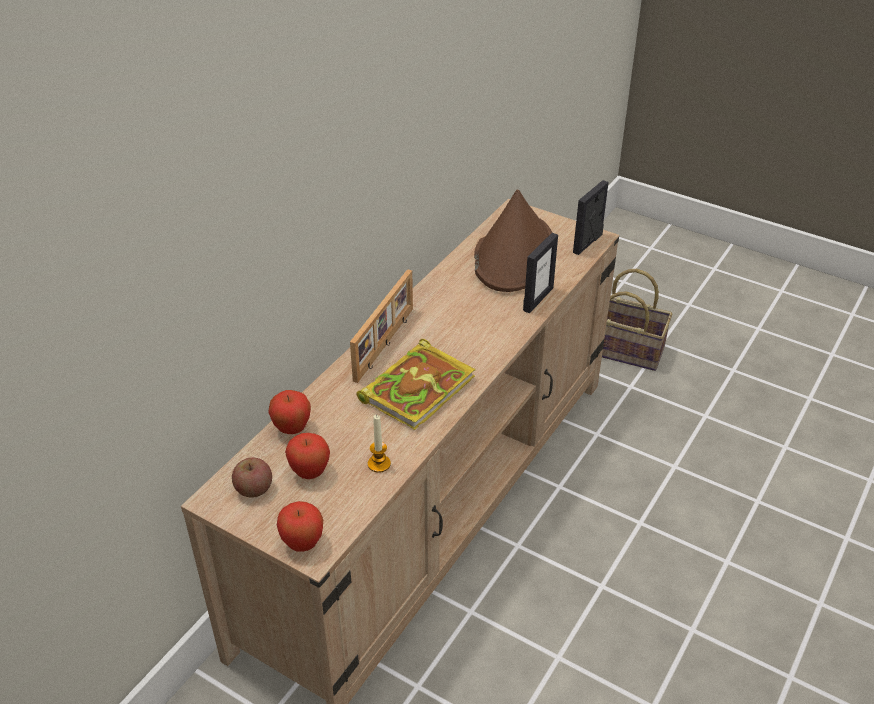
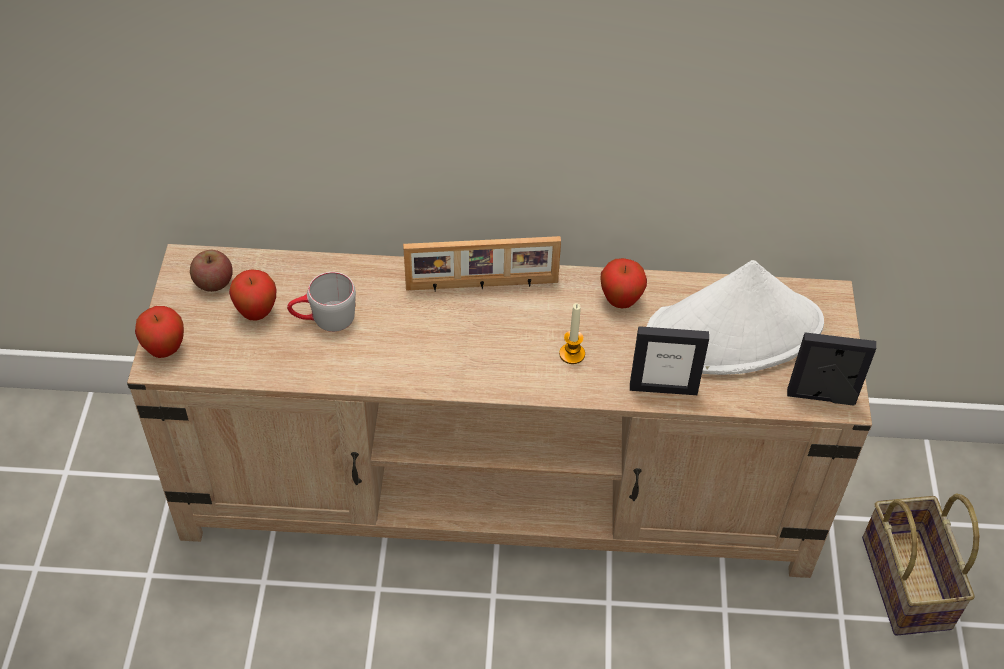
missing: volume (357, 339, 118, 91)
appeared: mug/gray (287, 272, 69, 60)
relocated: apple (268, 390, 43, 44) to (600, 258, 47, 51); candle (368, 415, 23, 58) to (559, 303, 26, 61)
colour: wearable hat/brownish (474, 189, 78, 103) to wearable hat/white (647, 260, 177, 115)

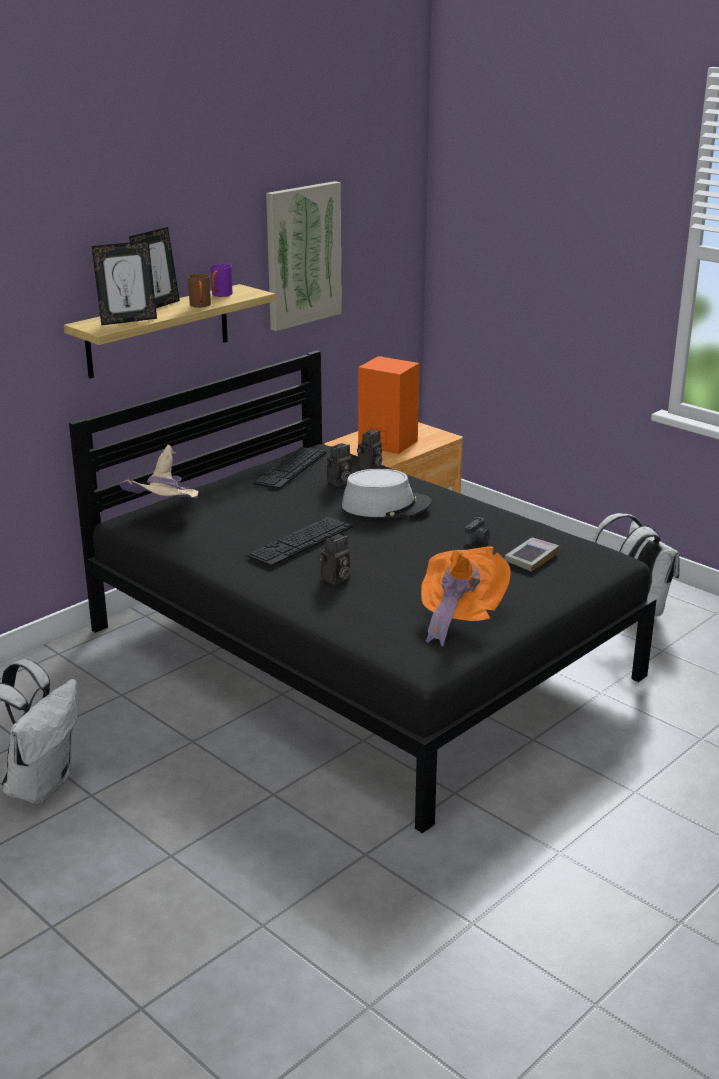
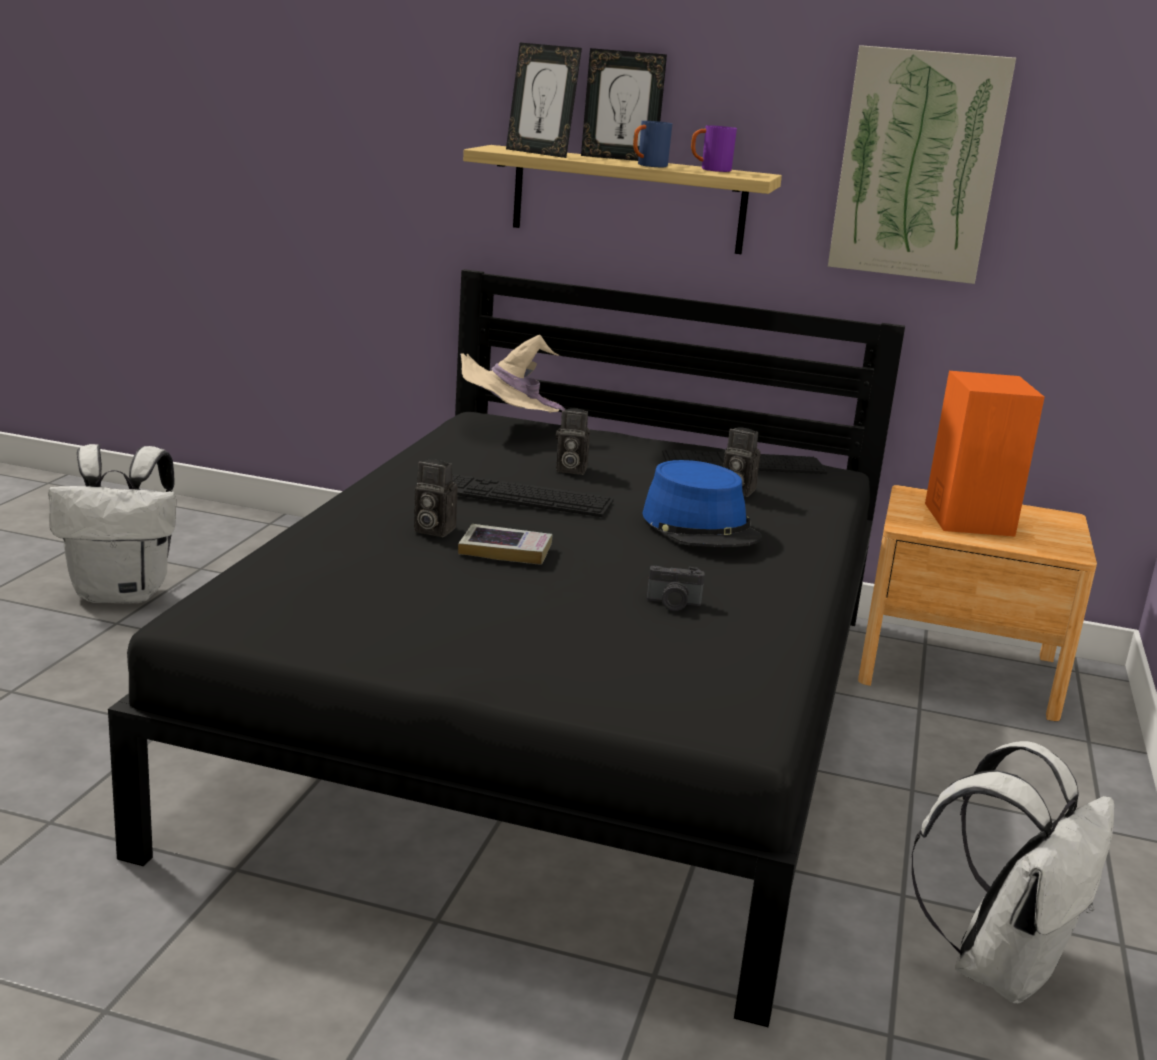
missing: wearable hat/orangey (421, 547, 90, 99)
relocated: still camera (357, 429, 26, 41) to (556, 408, 34, 67); volume (504, 538, 55, 34) to (458, 524, 94, 41)
colour: mug/brownish (188, 274, 23, 34) to mug/bluish (633, 121, 39, 46); wearable hat/gray (342, 469, 90, 49) to wearable hat/bluish (642, 460, 120, 87)

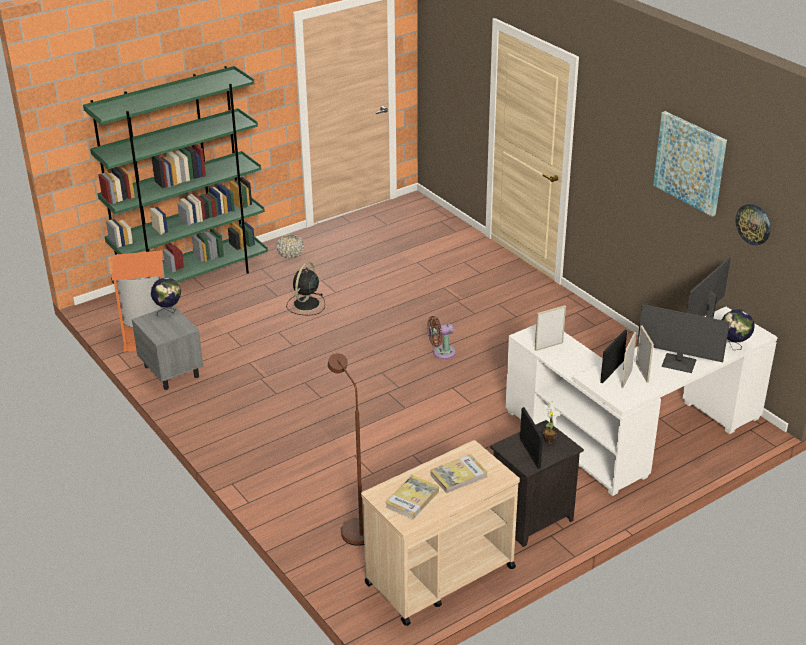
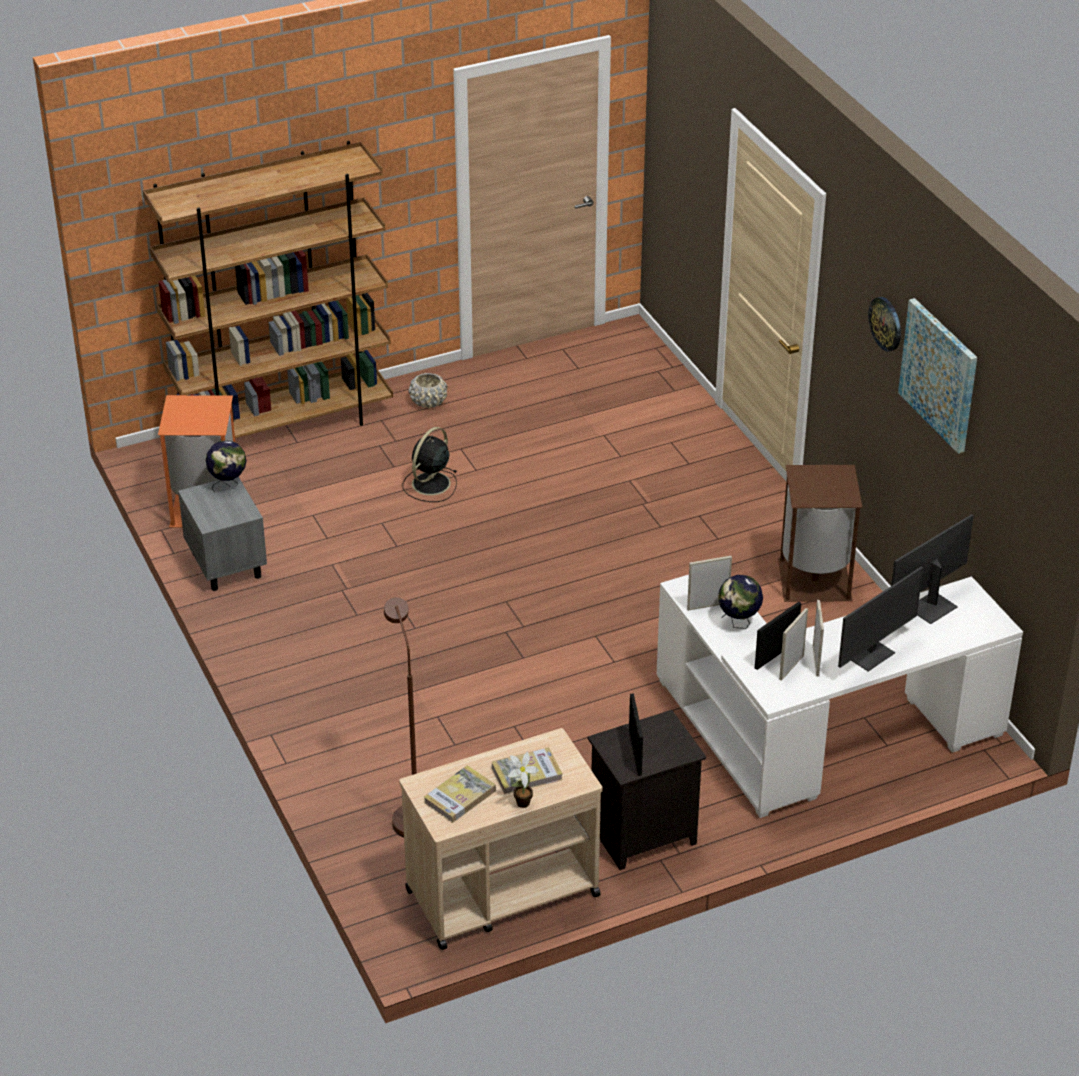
missing: electric fan/brownish (427, 316, 29, 43)
appeared: trash can/brownish (778, 465, 84, 137)
relocated: houseplant (542, 401, 20, 43) to (508, 751, 31, 57); world globe (722, 310, 33, 40) to (718, 575, 45, 54); wall clock (735, 204, 36, 41) to (868, 297, 33, 55)
colour: bookcase/green-coloured (83, 66, 185, 218) to bookcase/brownish (143, 141, 250, 297)
spun: monitor (637, 304, 93, 69) = (838, 566, 85, 105) 75 degrees counterclockwise

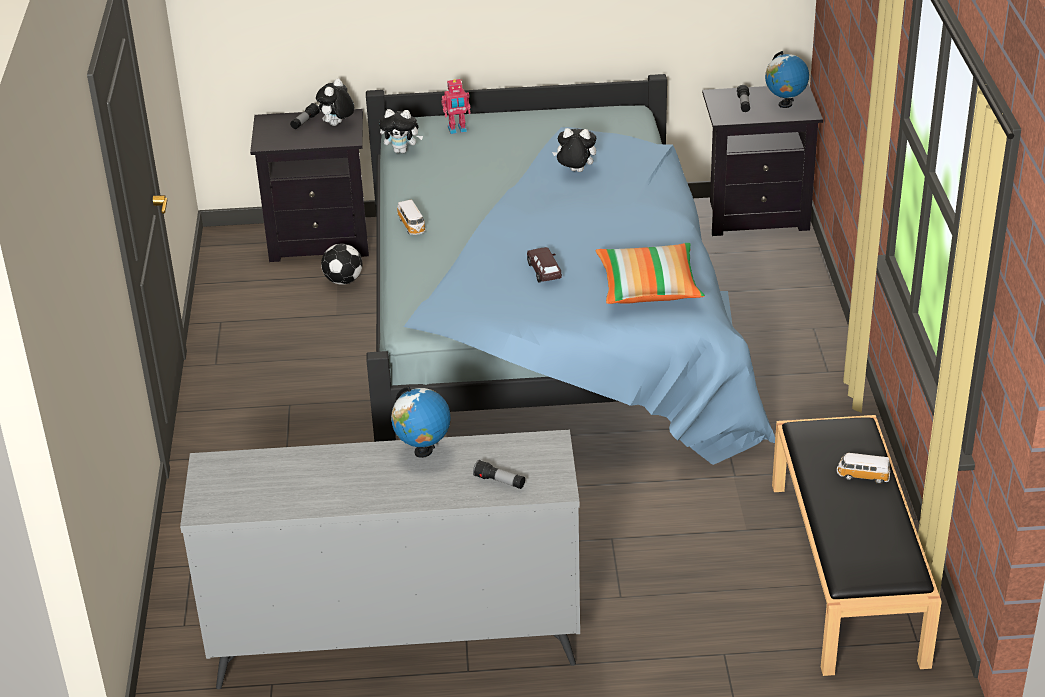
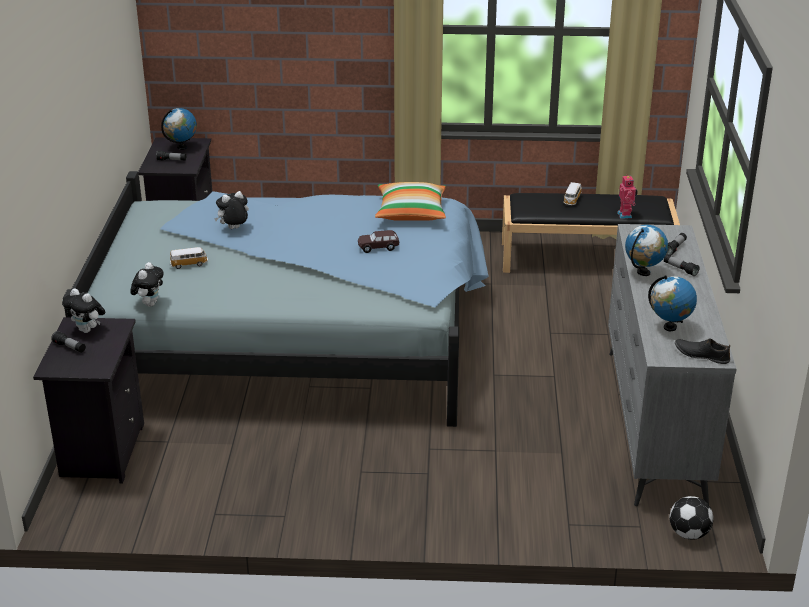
appeared: world globe (648, 275, 49, 56); flashlight (664, 254, 36, 22); shoe/blackish (675, 338, 55, 26)
relocated: ball for football (321, 244, 41, 41) to (670, 496, 44, 44); miniature car (397, 200, 29, 35) to (170, 247, 38, 22); model robot (441, 79, 30, 55) to (617, 174, 21, 45)
spun: plush toy (552, 128, 44, 44) = (214, 191, 35, 38) 45 degrees clockwise

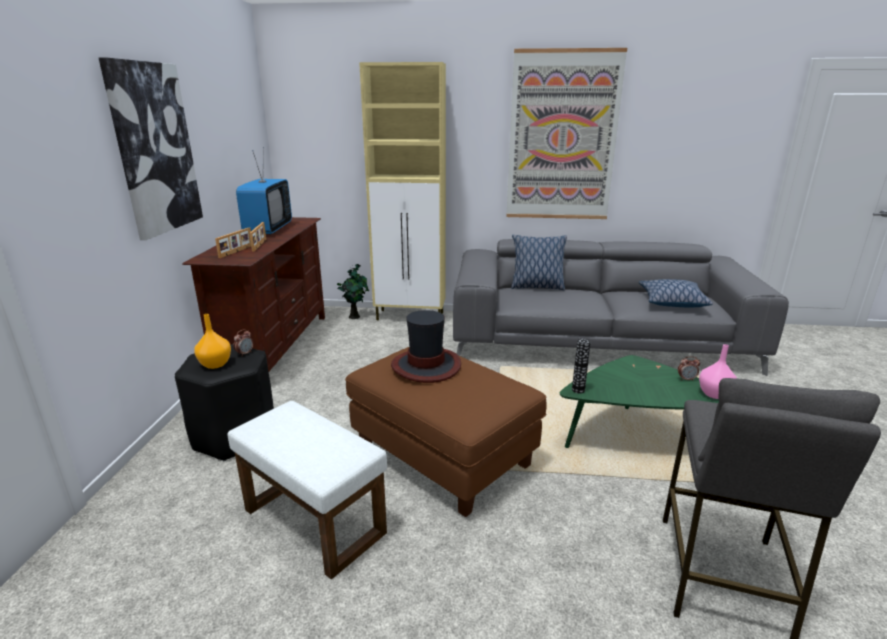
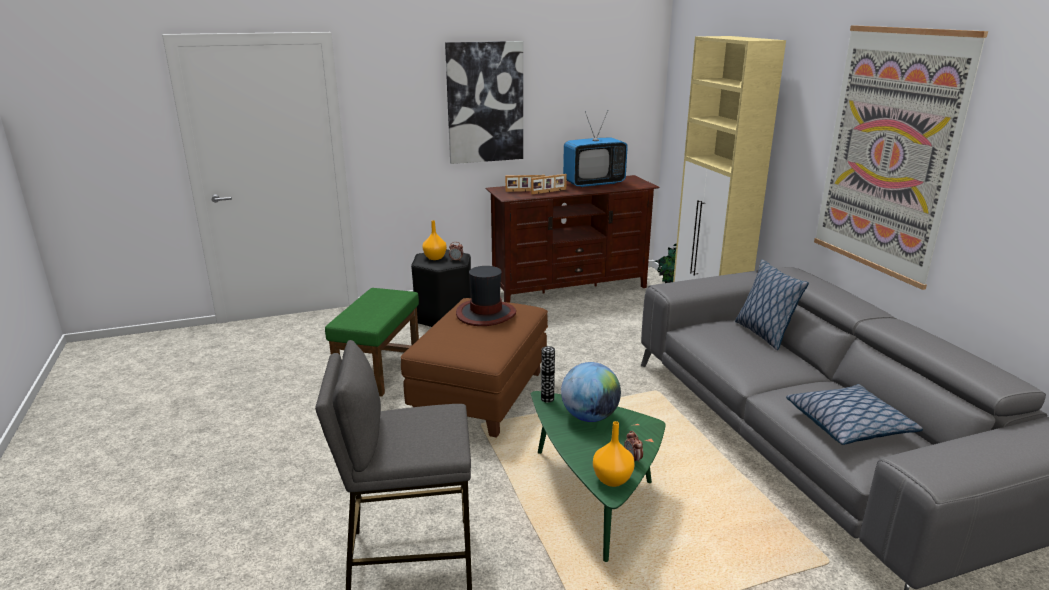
appeared: world globe (561, 362, 60, 60)
colour: pouffe/white (227, 401, 160, 179) to pouffe/green-coloured (325, 288, 94, 108); flower vase/pink (699, 344, 38, 55) to flower vase/orangey (593, 421, 41, 66)

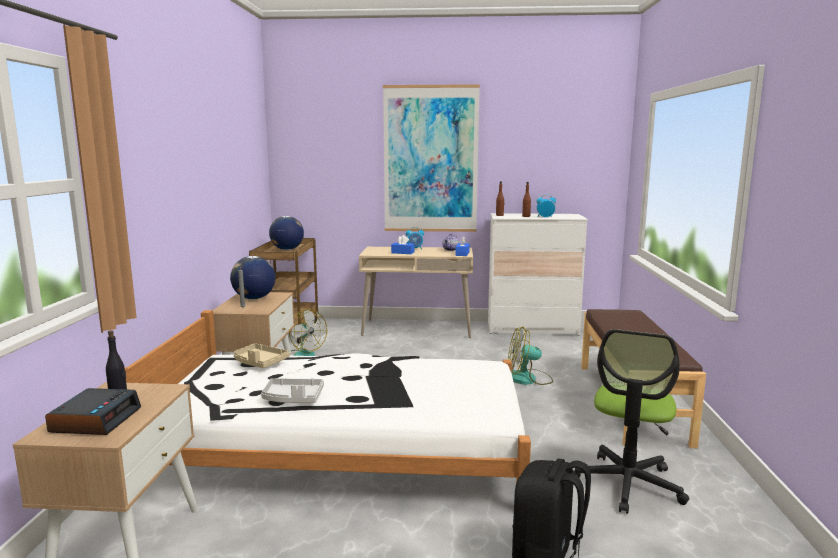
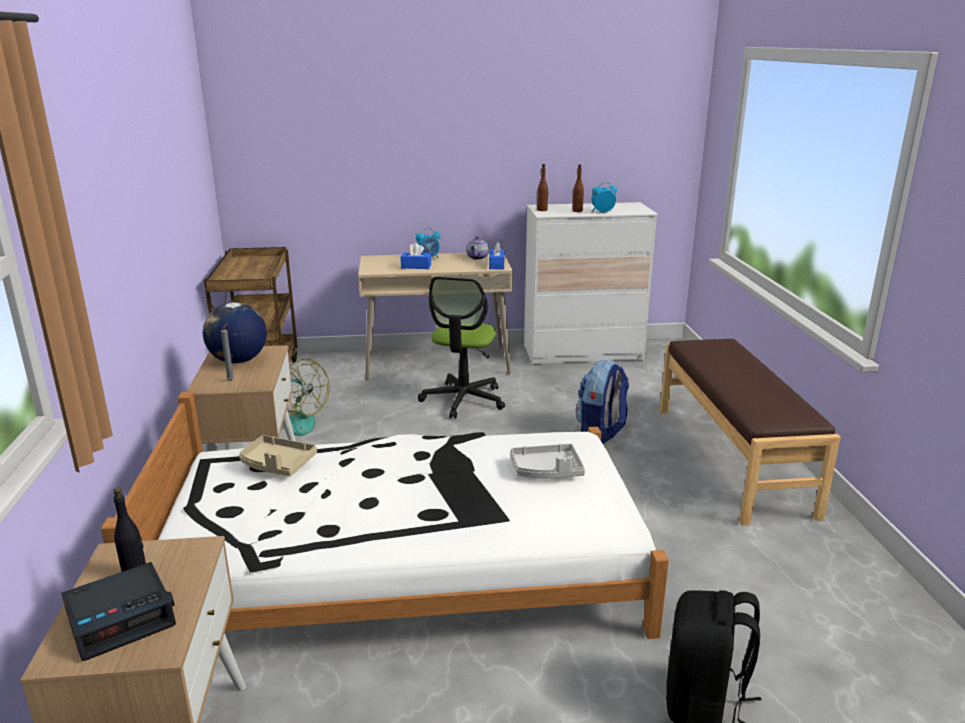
missing: world globe (269, 216, 35, 34); wall picture (383, 84, 97, 148)
relocated: serving tray/gray (261, 378, 63, 25) to (510, 444, 75, 35); desk chair (573, 329, 116, 185) to (418, 277, 87, 141)
exchanged: electric fan (508, 327, 45, 58) to rucksack (576, 360, 53, 84)
spun: table clock (45, 388, 96, 47) = (61, 562, 115, 99) 60 degrees clockwise

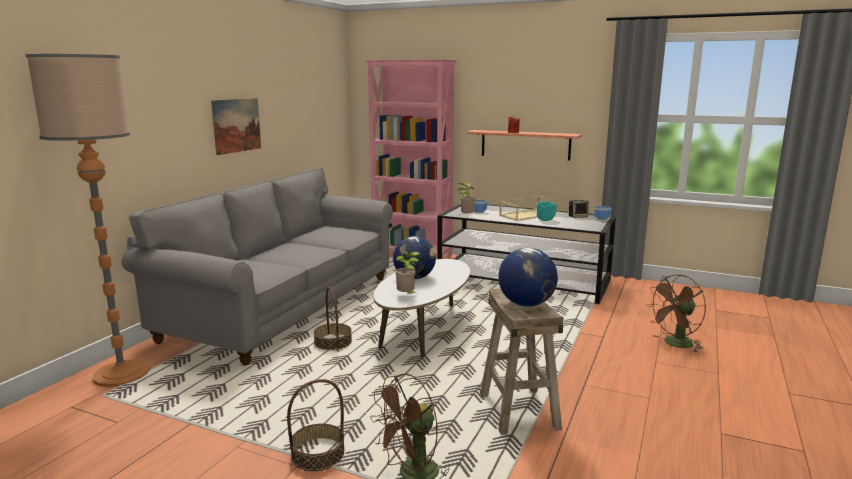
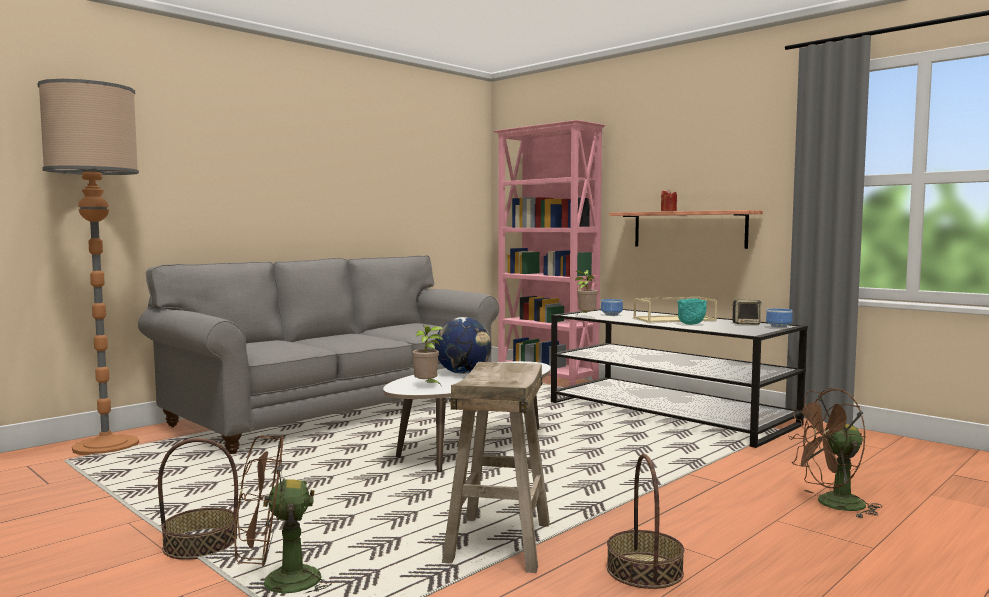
missing: wall picture (211, 98, 50, 57); world globe (498, 248, 60, 59)
relocated: household basket (314, 287, 38, 63) to (607, 454, 77, 135)

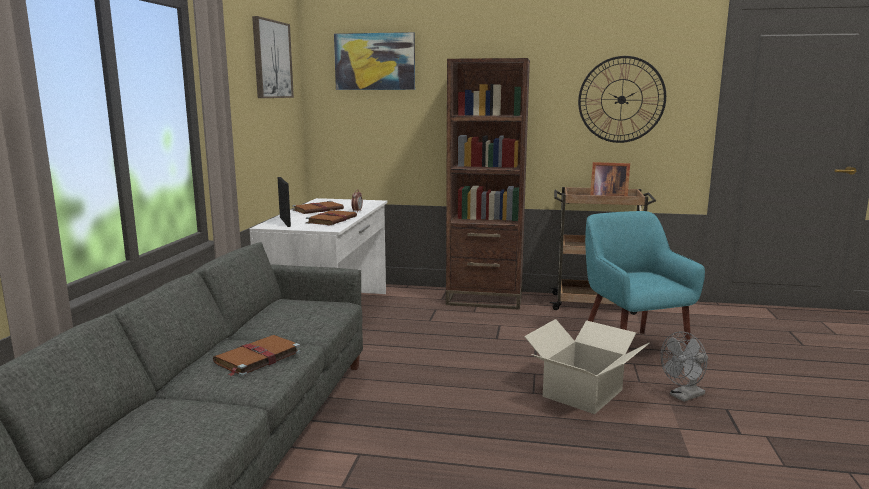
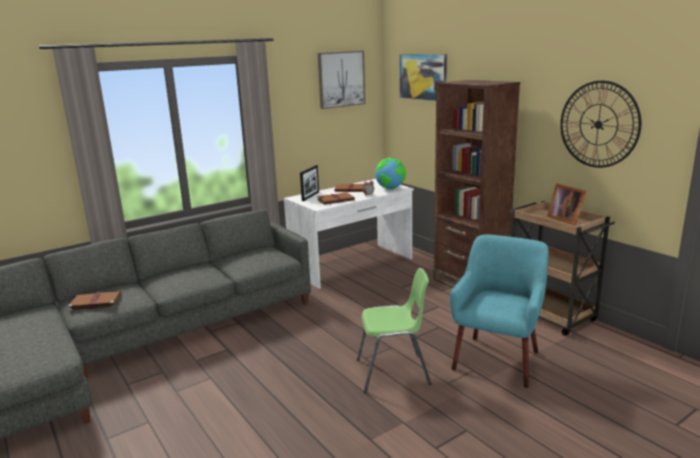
missing: electric fan/gray (660, 332, 48, 70)
appeared: world globe (375, 158, 31, 32)
relocated: volume/brownish (213, 335, 87, 41) to (67, 291, 55, 20)
exchanged: cardboard box (524, 319, 125, 95) to plain chair/green-coloured (357, 268, 75, 125)

